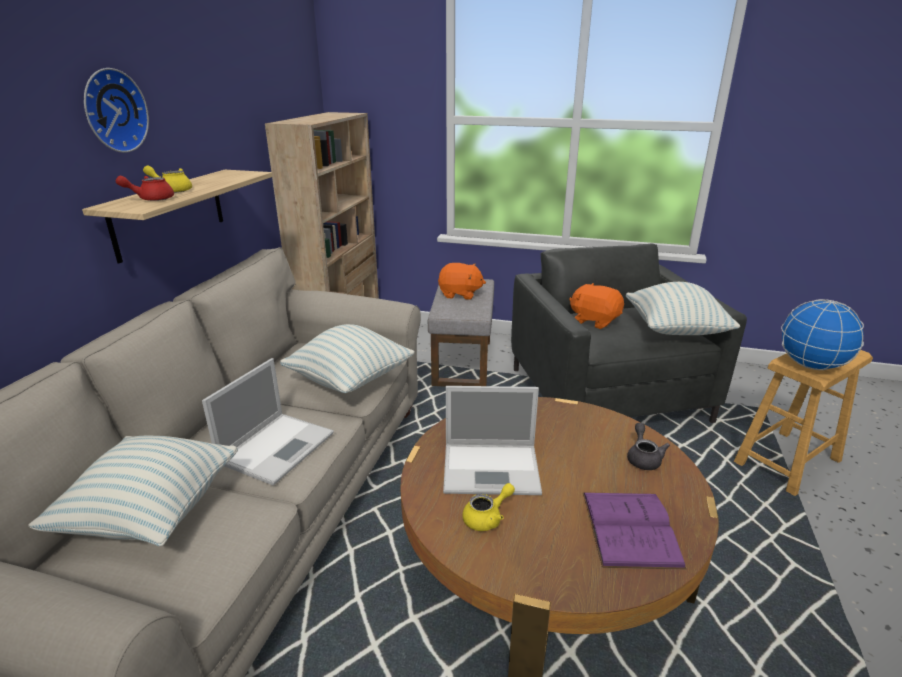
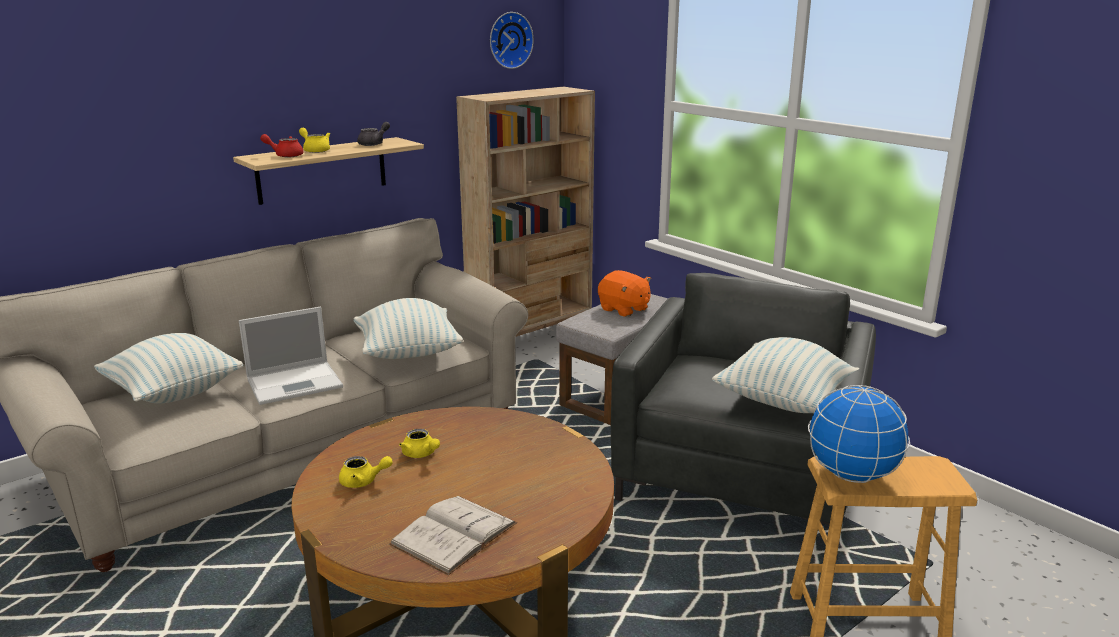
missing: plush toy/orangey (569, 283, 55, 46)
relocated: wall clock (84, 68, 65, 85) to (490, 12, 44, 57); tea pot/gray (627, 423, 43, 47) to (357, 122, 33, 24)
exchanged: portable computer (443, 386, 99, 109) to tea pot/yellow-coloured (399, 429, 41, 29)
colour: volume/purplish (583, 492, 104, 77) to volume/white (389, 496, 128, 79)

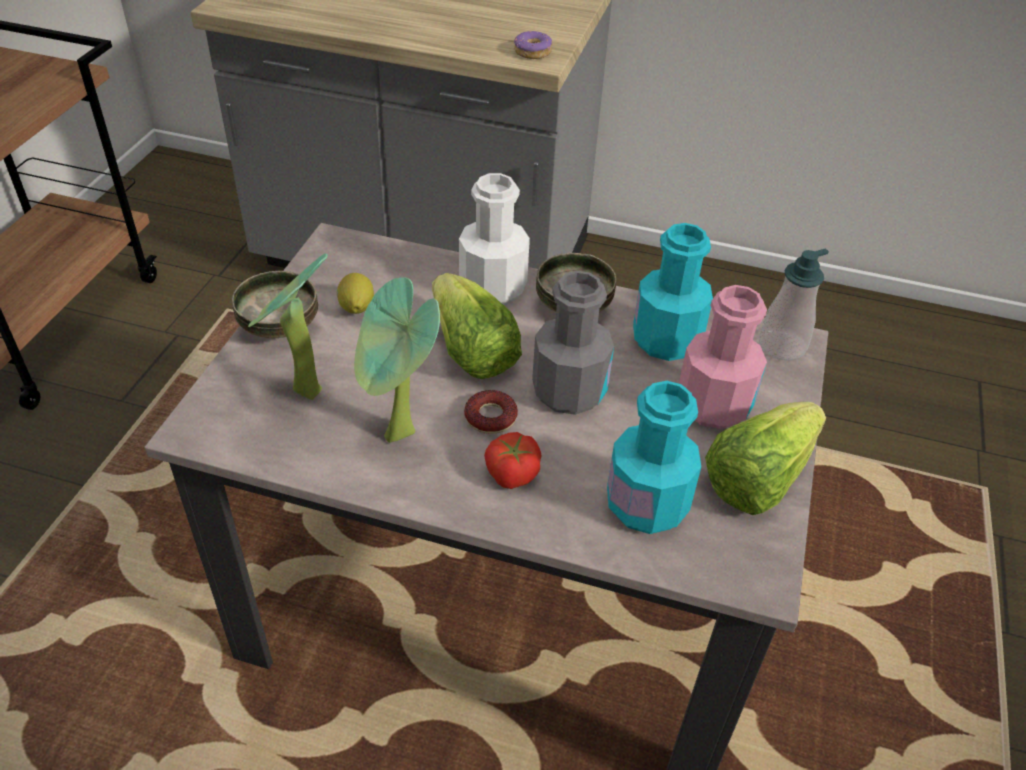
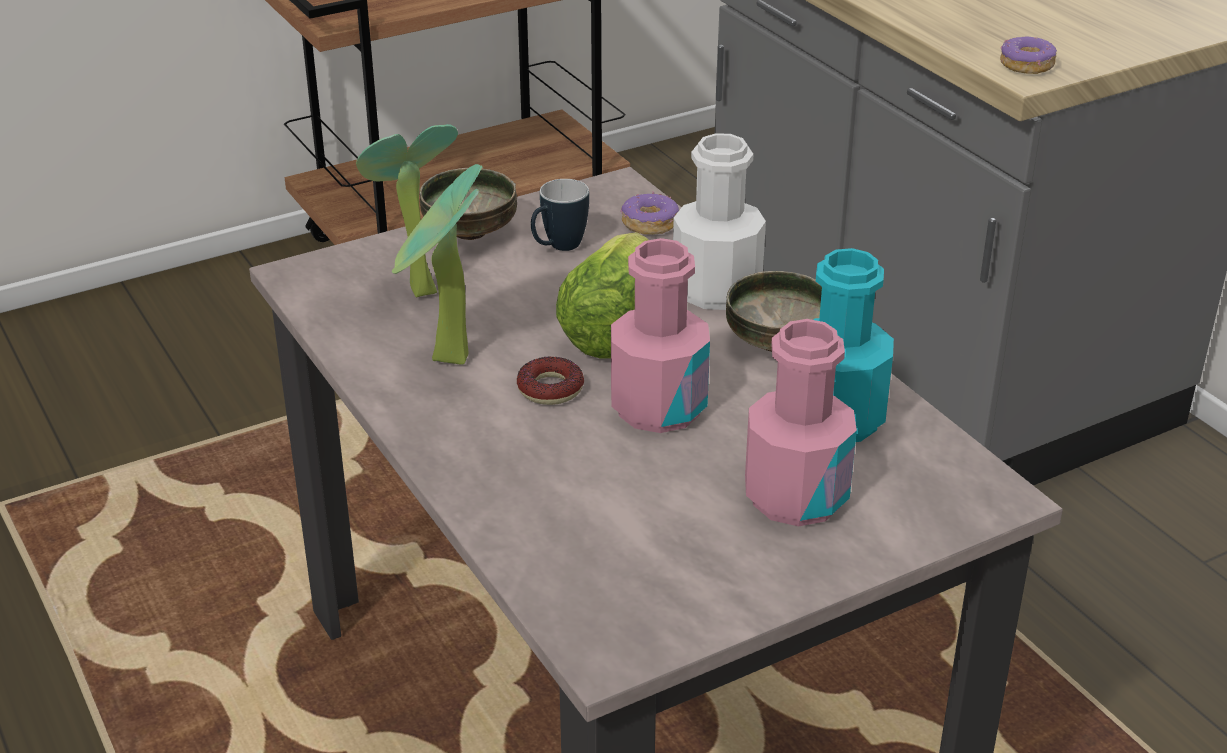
missing: whole tomato (484, 432, 57, 57); bottle/turquoise (607, 381, 94, 153); lettuce head (705, 402, 121, 113); soap dispenser (759, 249, 70, 112)
appeared: ring doughnut (620, 192, 59, 43)
exchanged: citrus fruit (337, 273, 37, 41) to mug (531, 179, 58, 72)
colour: bottle/gray (532, 271, 82, 144) to bottle/pink (611, 238, 99, 195)

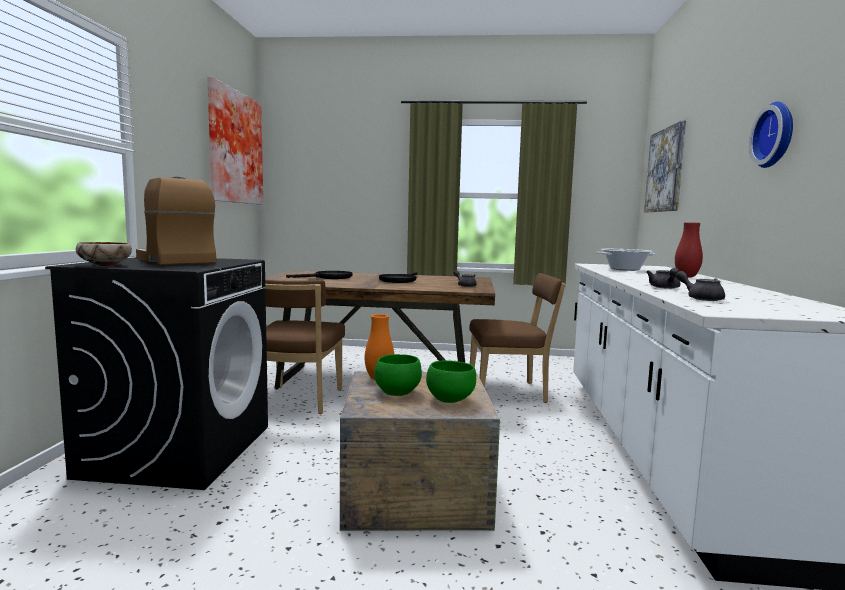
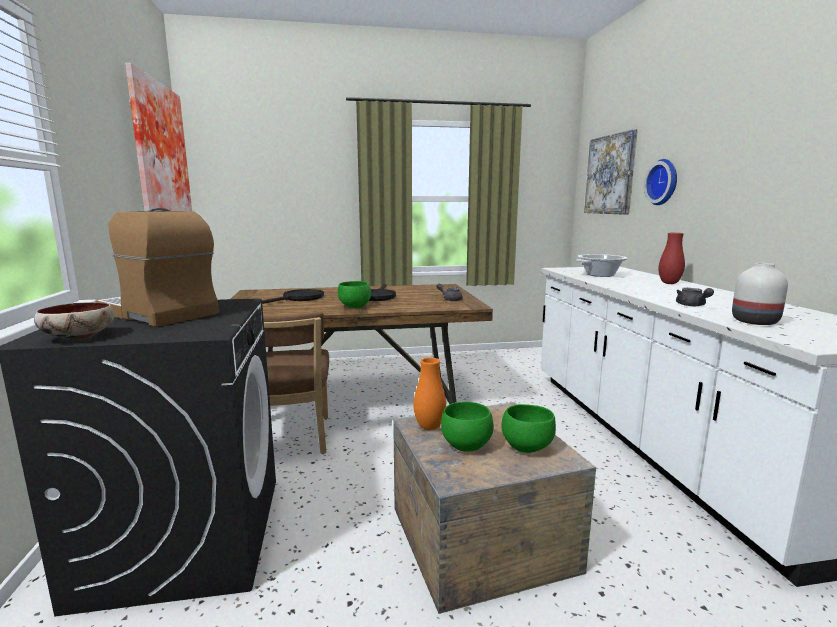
missing: plain chair/brownish (470, 273, 96, 130)
appeared: bowl/green-coloured (338, 281, 33, 27)
relocated: wall clock (749, 102, 44, 66) to (644, 159, 33, 46)
exchanged: tea pot/gray (676, 271, 49, 30) to flower vase/white (732, 263, 56, 62)

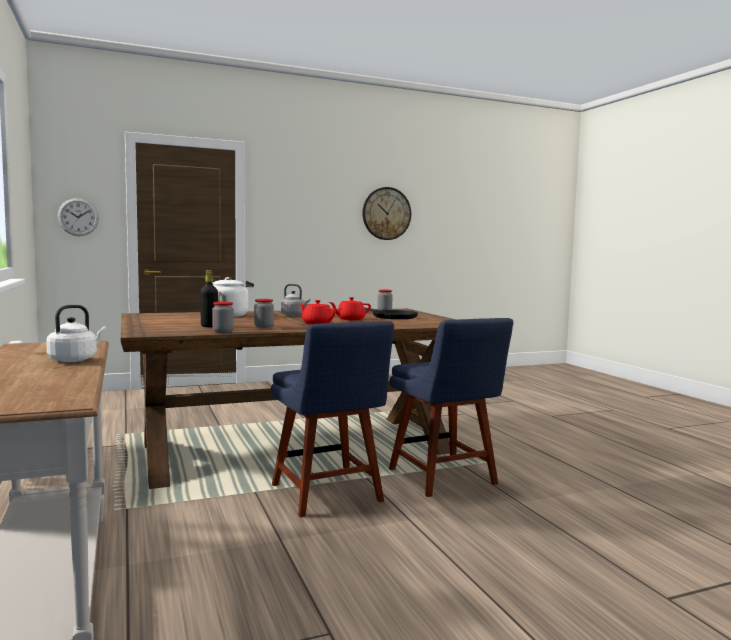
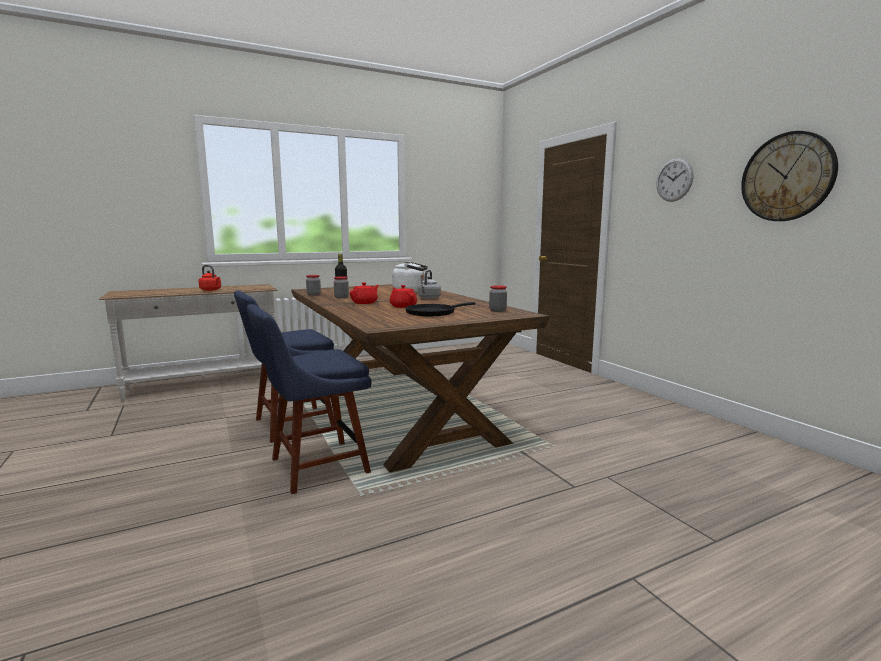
relocated: wall clock (57, 198, 42, 38) to (656, 158, 37, 44)
colour: water kettle/white (46, 305, 61, 57) to water kettle/red-coloured (199, 265, 22, 26)

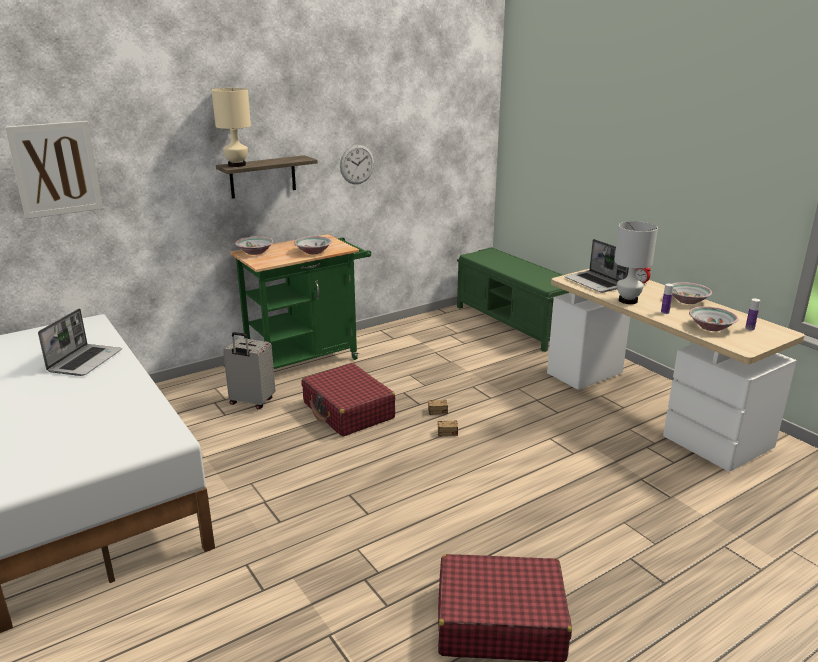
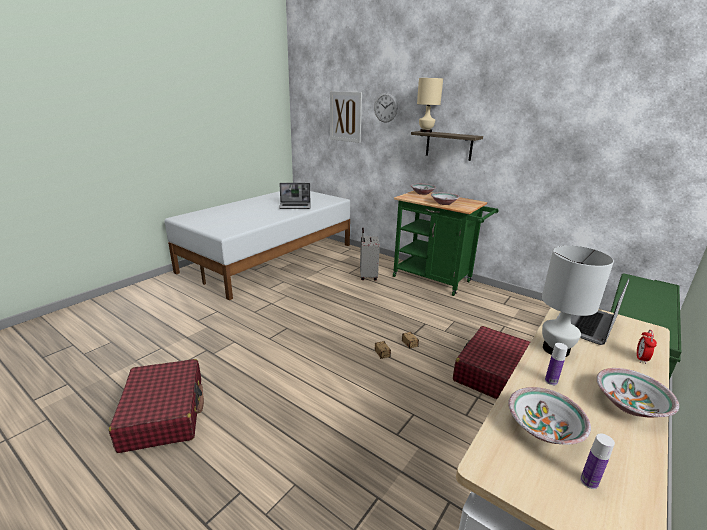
relocated: piece of luggage/red-coloured (301, 363, 95, 74) to (453, 326, 77, 73); wall clock (340, 145, 34, 39) to (374, 93, 24, 30)

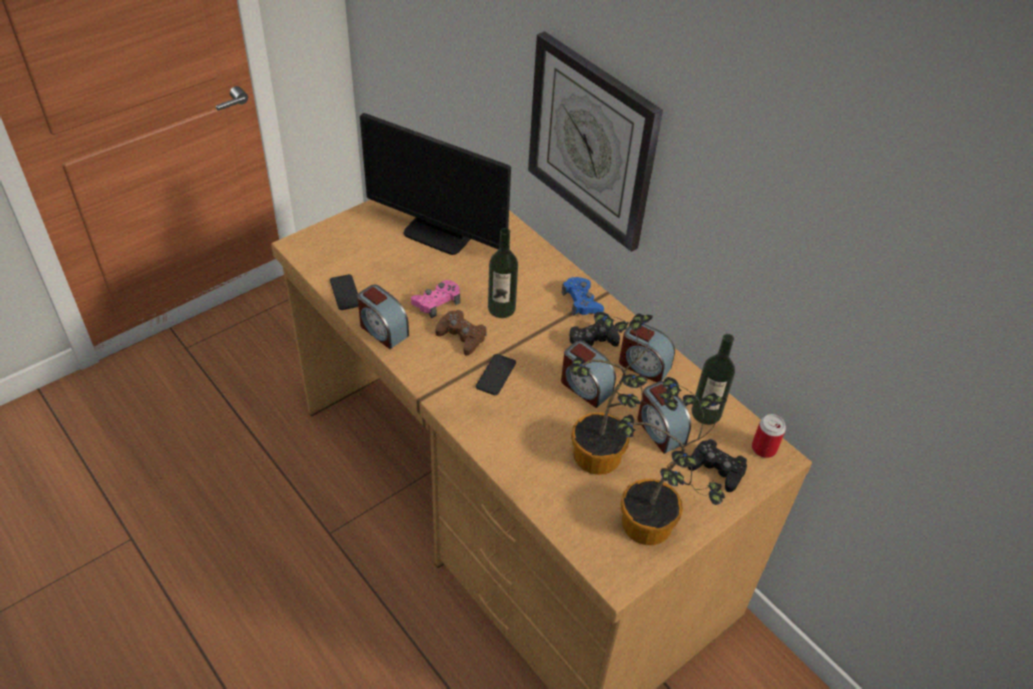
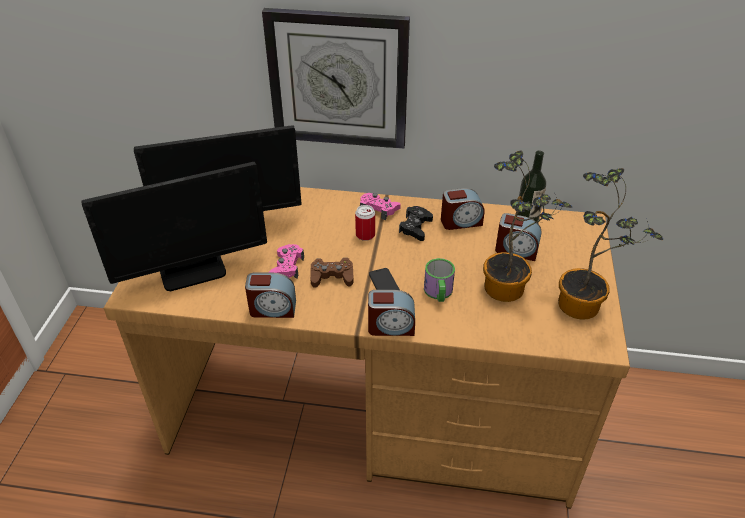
missing: handset (330, 274, 28, 36); bottle (488, 228, 30, 90); gamepad/blackish (688, 439, 59, 53)
appeared: monitor (81, 162, 186, 129); mug (424, 258, 31, 44)
relocated: table clock (561, 340, 55, 68) to (368, 290, 47, 46); can (752, 414, 34, 44) to (355, 205, 20, 36)
colour: gamepad/bluish (562, 277, 42, 39) to gamepad/pink (360, 193, 41, 27)

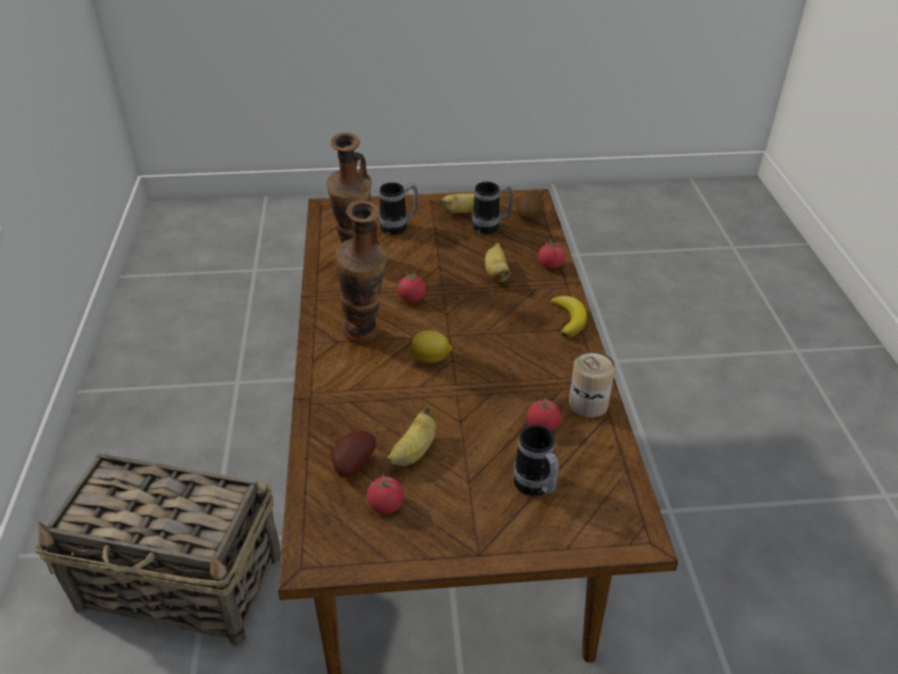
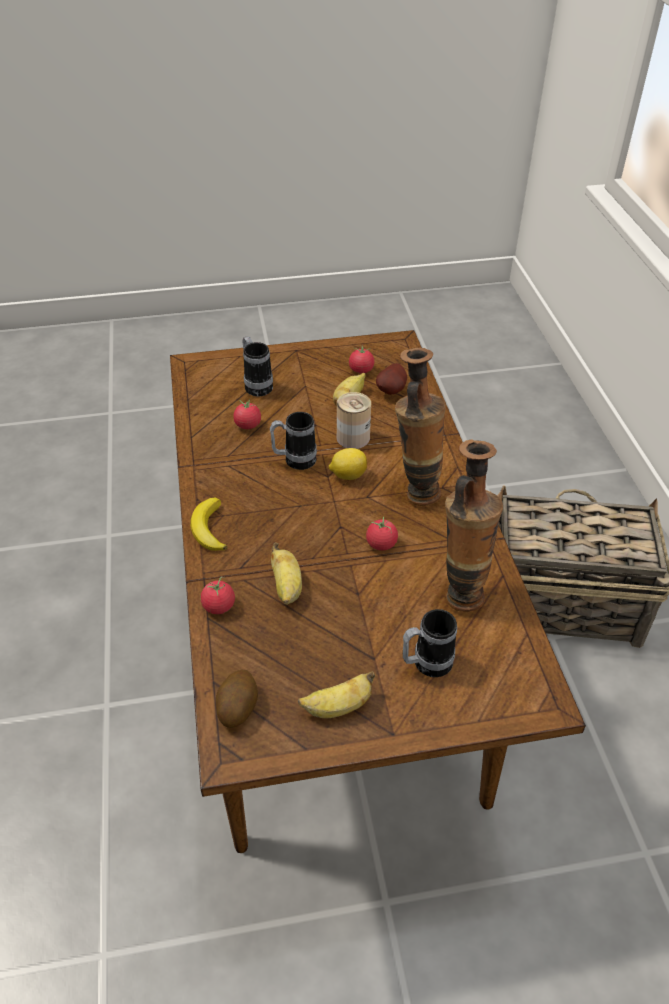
relocated: mug (472, 182, 41, 52) to (270, 412, 47, 58); can (569, 351, 46, 67) to (337, 392, 34, 57)

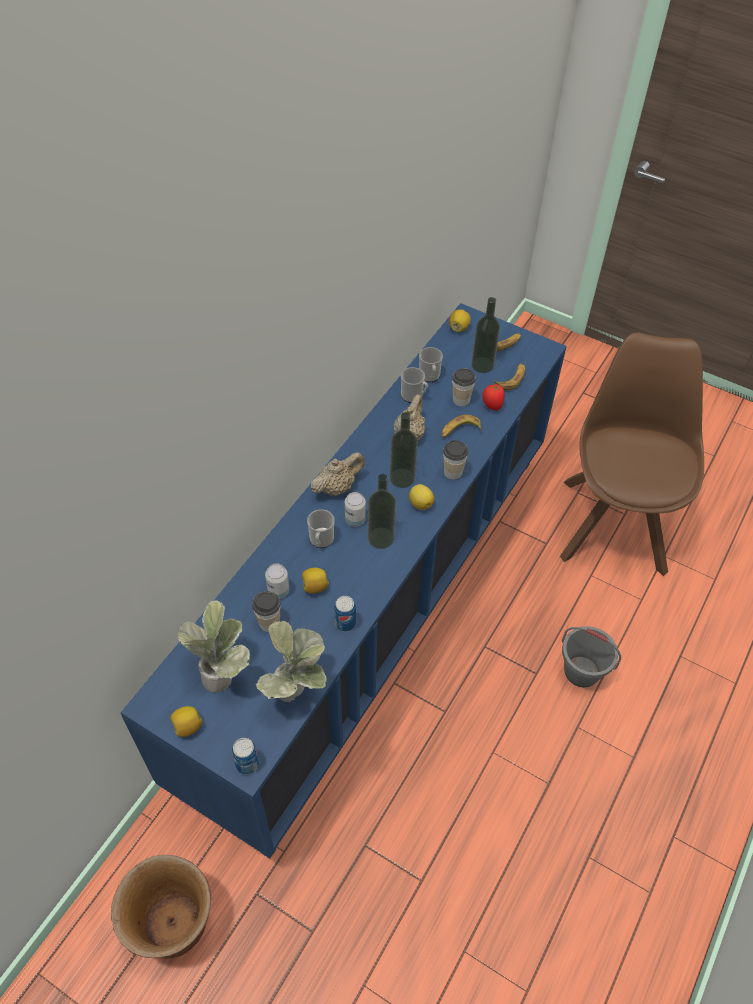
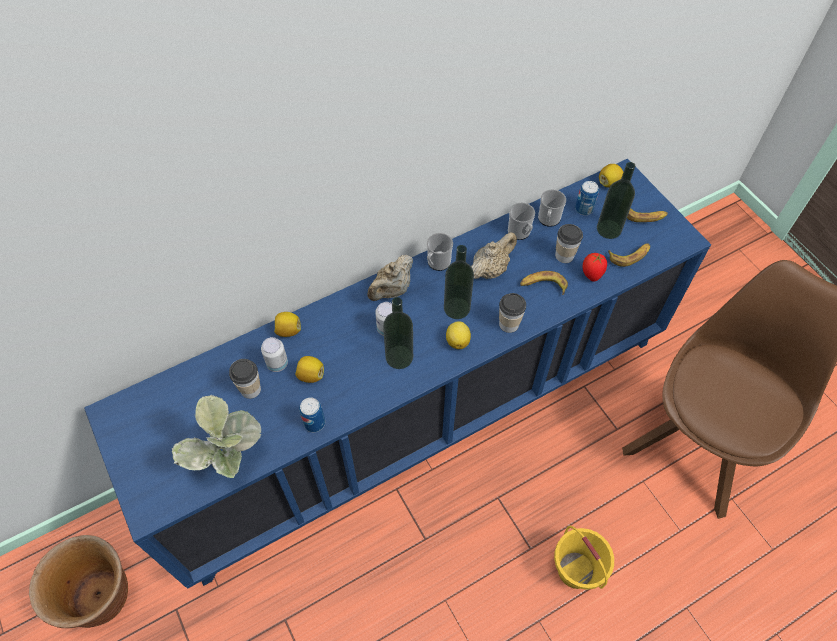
missing: houseplant (176, 600, 74, 93)
relocated: citrus fruit (171, 706, 31, 31) to (274, 312, 27, 25); can (232, 738, 27, 37) to (575, 181, 24, 34); mug (307, 509, 28, 39) to (427, 233, 26, 38)
colour: pail/gray (562, 626, 59, 61) to pail/yellow-coloured (554, 526, 60, 64)
spun: tea pot/beige (310, 452, 55, 44) = (367, 255, 46, 46) 135 degrees clockwise

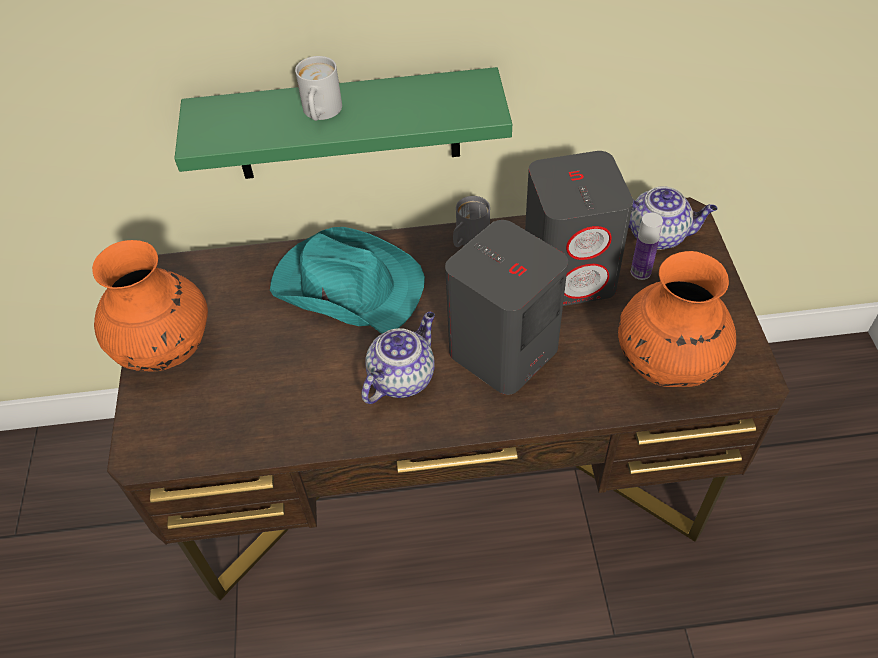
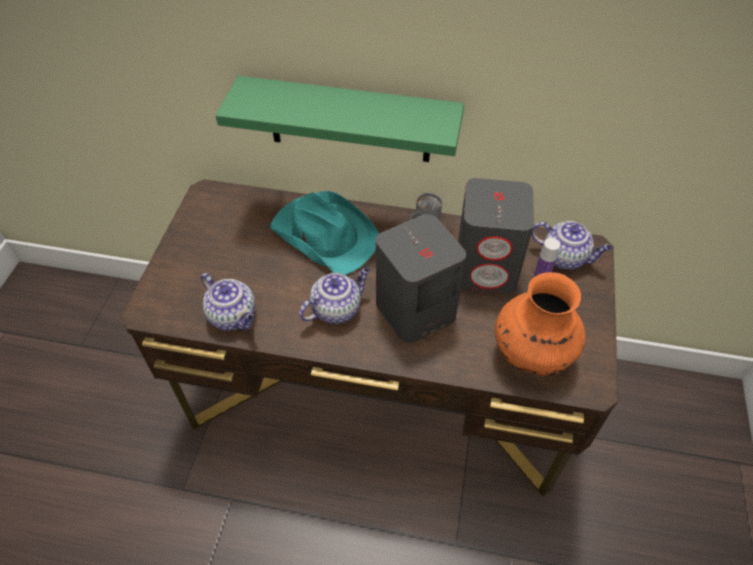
missing: flower vase/orangey (92, 240, 116, 131); mug/white (295, 56, 47, 65)
appeared: tea pot (201, 273, 54, 58)

